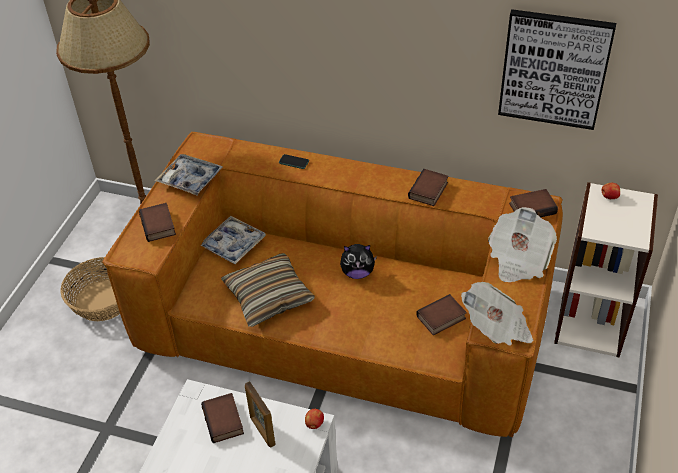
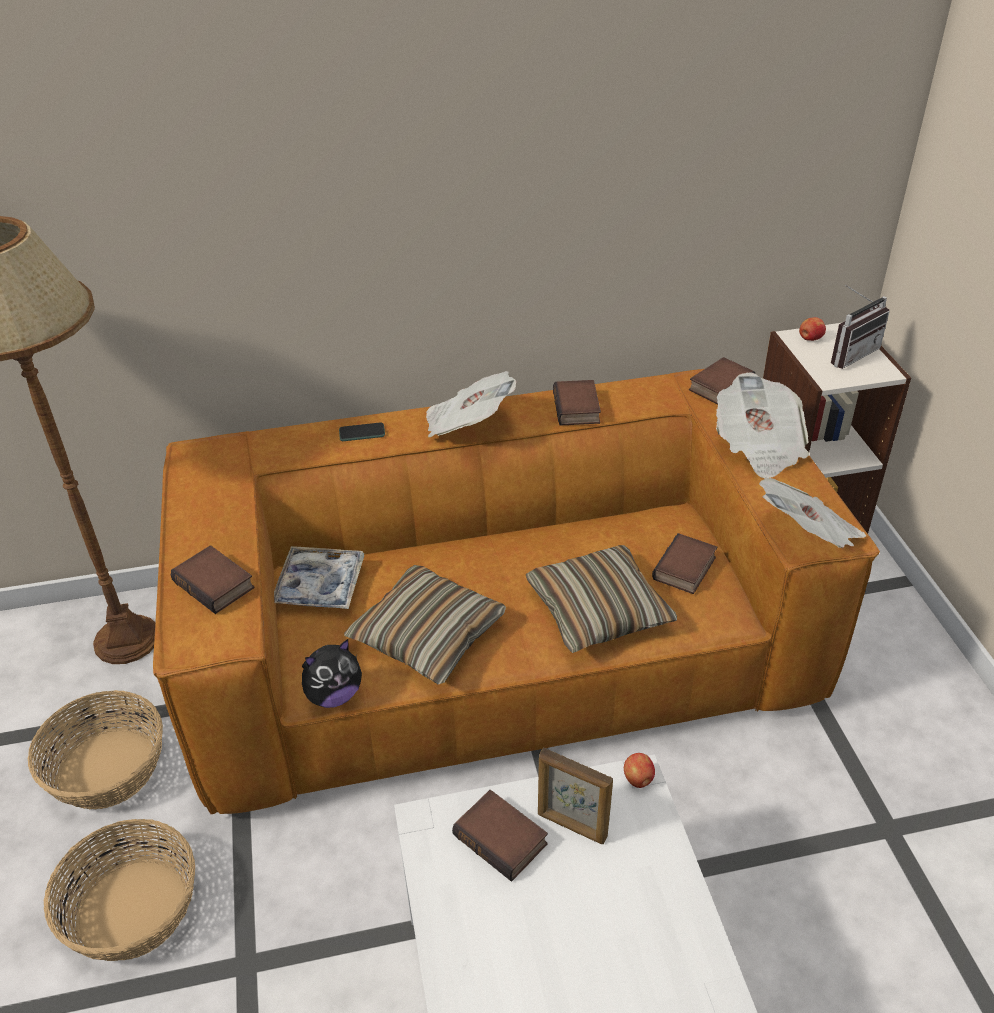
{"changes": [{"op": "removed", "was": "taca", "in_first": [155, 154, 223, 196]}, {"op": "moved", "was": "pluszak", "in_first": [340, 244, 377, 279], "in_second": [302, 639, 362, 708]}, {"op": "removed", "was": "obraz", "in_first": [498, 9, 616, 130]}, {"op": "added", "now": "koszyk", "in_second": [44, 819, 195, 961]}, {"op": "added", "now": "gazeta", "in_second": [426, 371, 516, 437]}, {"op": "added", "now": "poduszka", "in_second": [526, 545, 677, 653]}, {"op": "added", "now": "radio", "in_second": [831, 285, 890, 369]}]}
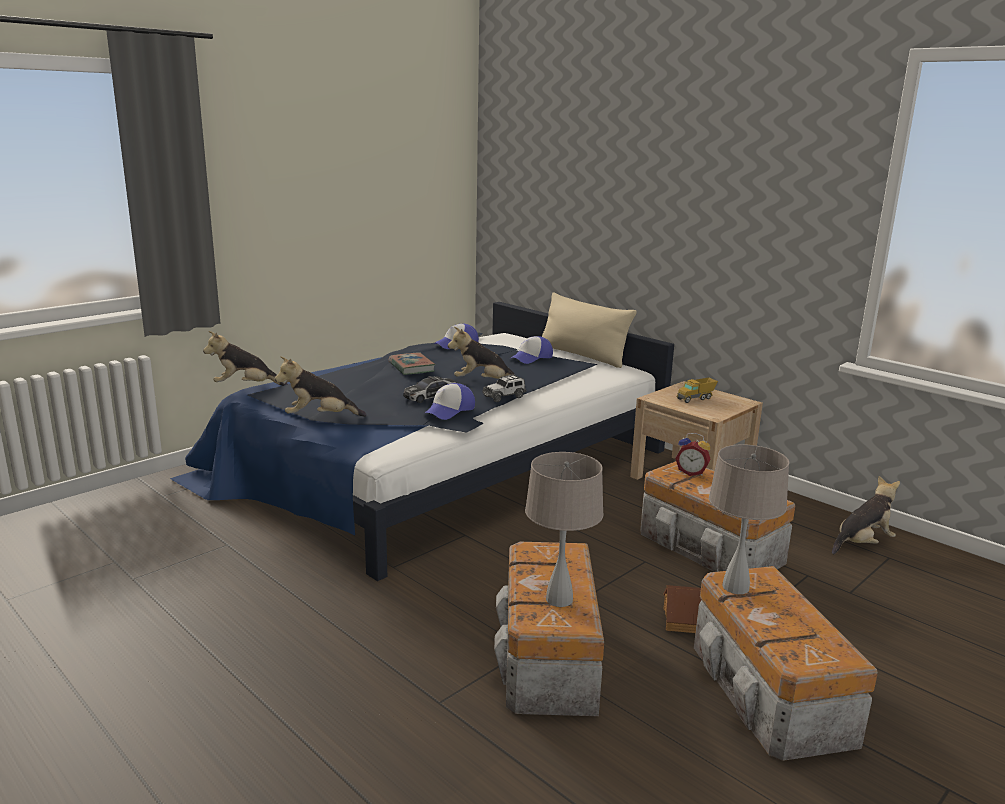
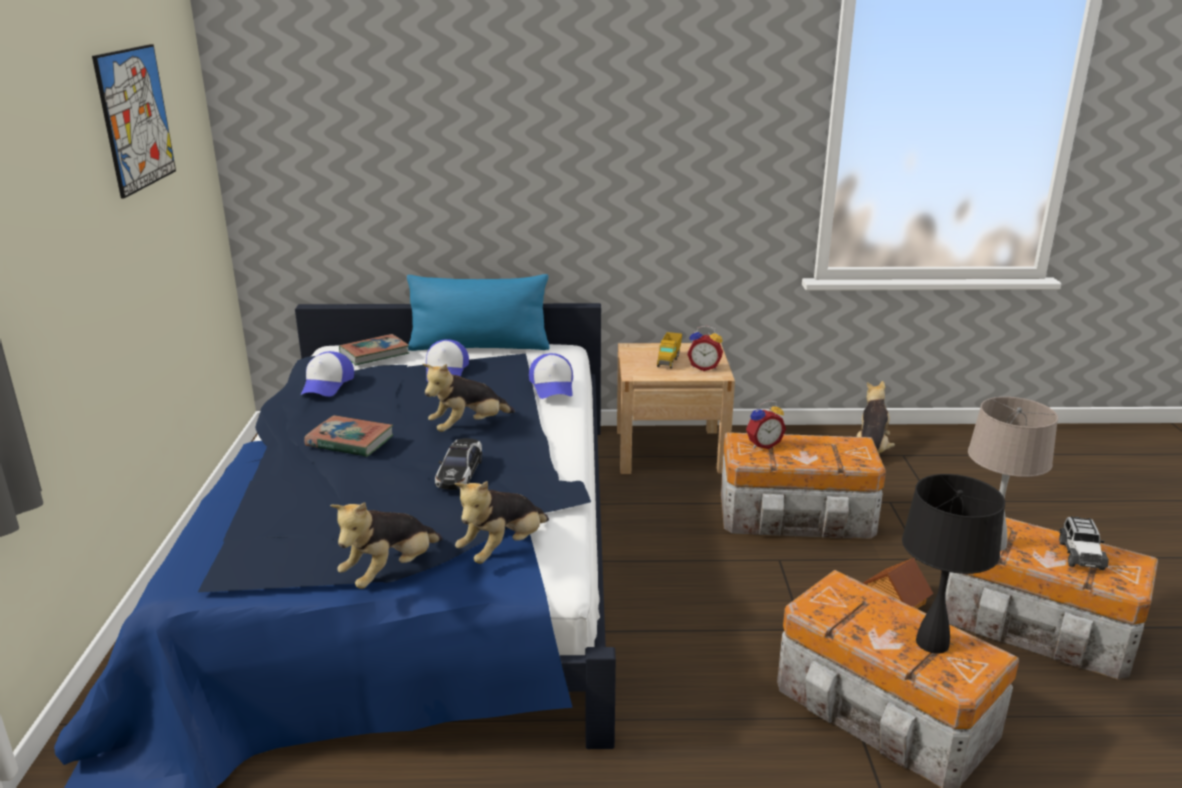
{"changes": [{"op": "moved", "was": "pluszak", "in_first": [203, 331, 288, 386], "in_second": [454, 481, 549, 564]}, {"op": "moved", "was": "czapka z daszkiem", "in_first": [425, 383, 475, 420], "in_second": [529, 353, 573, 399]}, {"op": "moved", "was": "samochodzik", "in_first": [482, 374, 527, 402], "in_second": [1059, 516, 1109, 570]}, {"op": "recoloured", "was": "lampa stołowa [beżowy]", "now": "lampa stołowa [czarny]", "in_first": [525, 452, 604, 607], "in_second": [902, 474, 1005, 654]}, {"op": "recoloured", "was": "poduszka [beżowy]", "now": "poduszka [niebieski]", "in_first": [542, 292, 637, 368], "in_second": [407, 274, 550, 351]}, {"op": "added", "now": "obraz", "in_second": [92, 44, 176, 199]}, {"op": "added", "now": "książka", "in_second": [339, 334, 409, 365]}, {"op": "added", "now": "budzik", "in_second": [687, 326, 723, 371]}]}
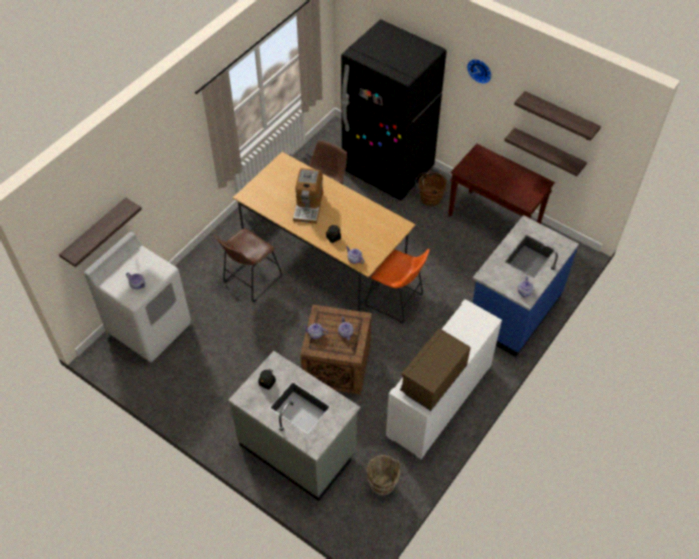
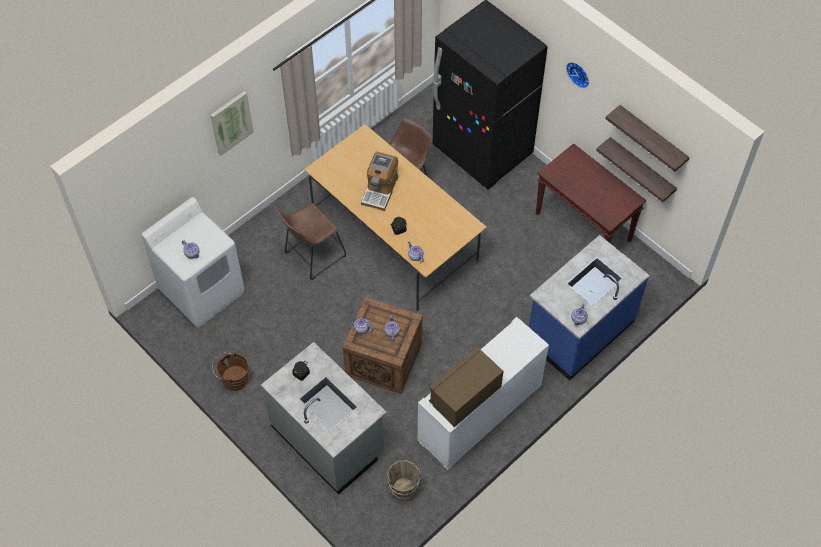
{"changes": [{"op": "removed", "was": "półka", "in_first": [59, 198, 142, 267]}, {"op": "removed", "was": "stołek [pomarańczowy]", "in_first": [365, 249, 430, 324]}, {"op": "moved", "was": "wiadro [brązowy]", "in_first": [415, 171, 447, 206], "in_second": [212, 351, 249, 391]}, {"op": "added", "now": "obraz", "in_second": [210, 91, 254, 156]}]}
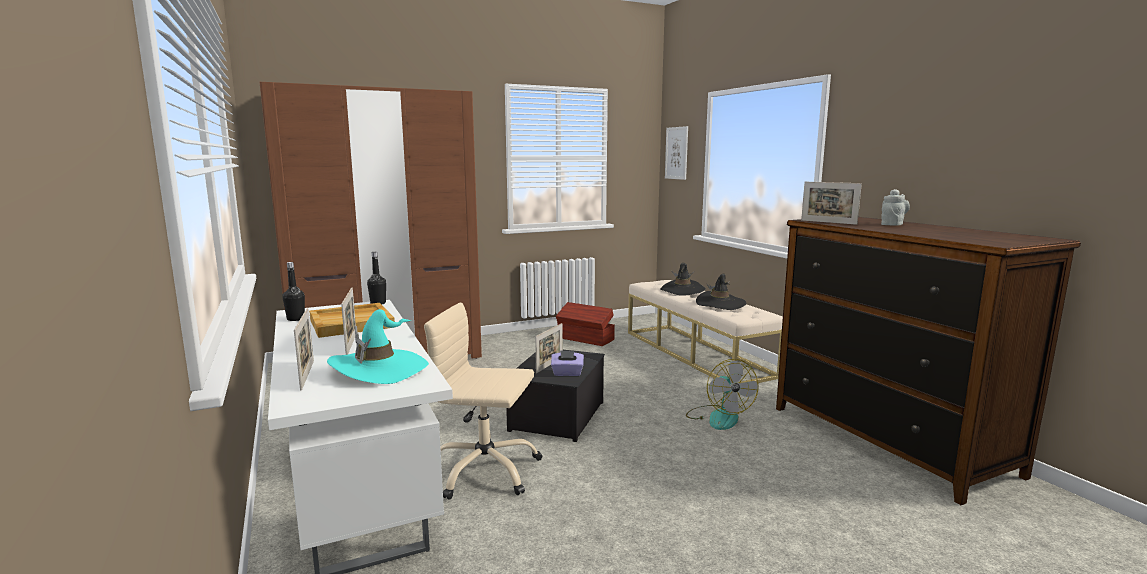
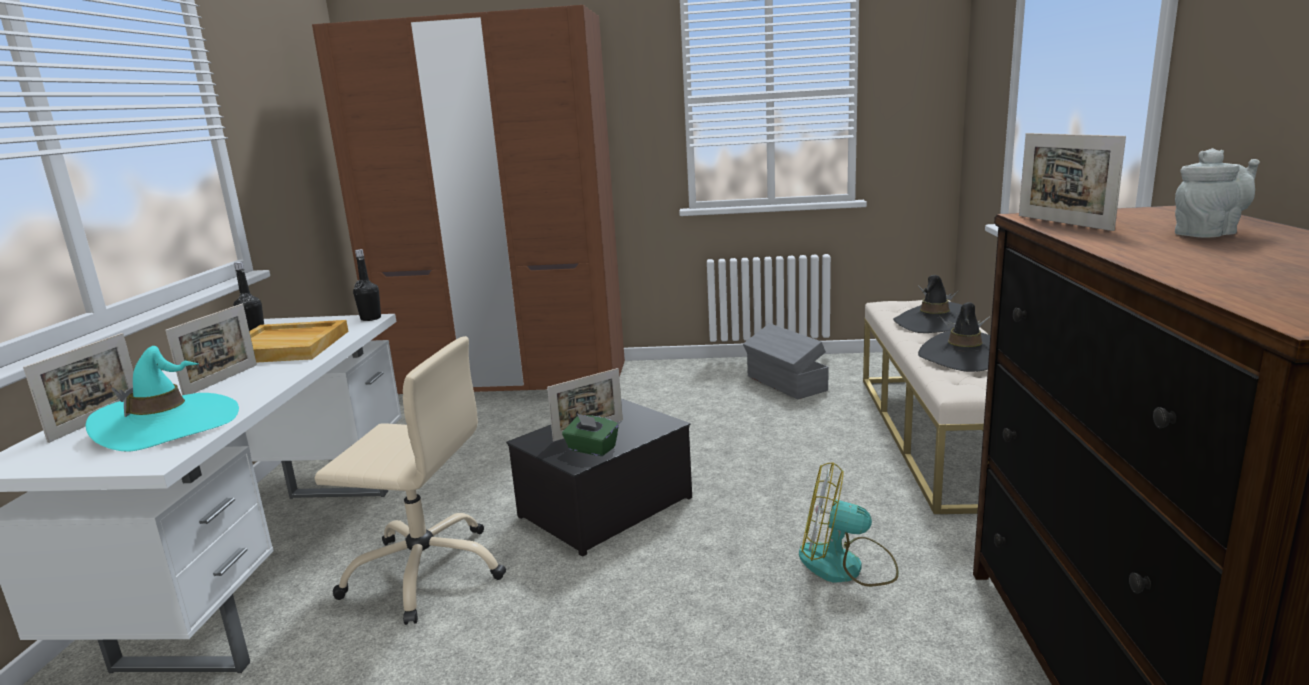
{"changes": [{"op": "turned", "was": "krzesło biurowe [beżowy]", "in_first": [424, 303, 542, 500], "in_second": [315, 336, 506, 625], "clockwise": 150}, {"op": "recoloured", "was": "pudełko chusteczek [fioletowy]", "now": "pudełko chusteczek [zielony]", "in_first": [551, 351, 584, 376], "in_second": [562, 414, 619, 456]}, {"op": "recoloured", "was": "pojemnik do przechowywania [brązowy]", "now": "pojemnik do przechowywania [szary]", "in_first": [556, 302, 615, 346], "in_second": [743, 323, 828, 399]}, {"op": "removed", "was": "obraz", "in_first": [665, 126, 688, 180]}, {"op": "turned", "was": "wentylator", "in_first": [686, 359, 758, 430], "in_second": [799, 462, 899, 587], "clockwise": 90}]}
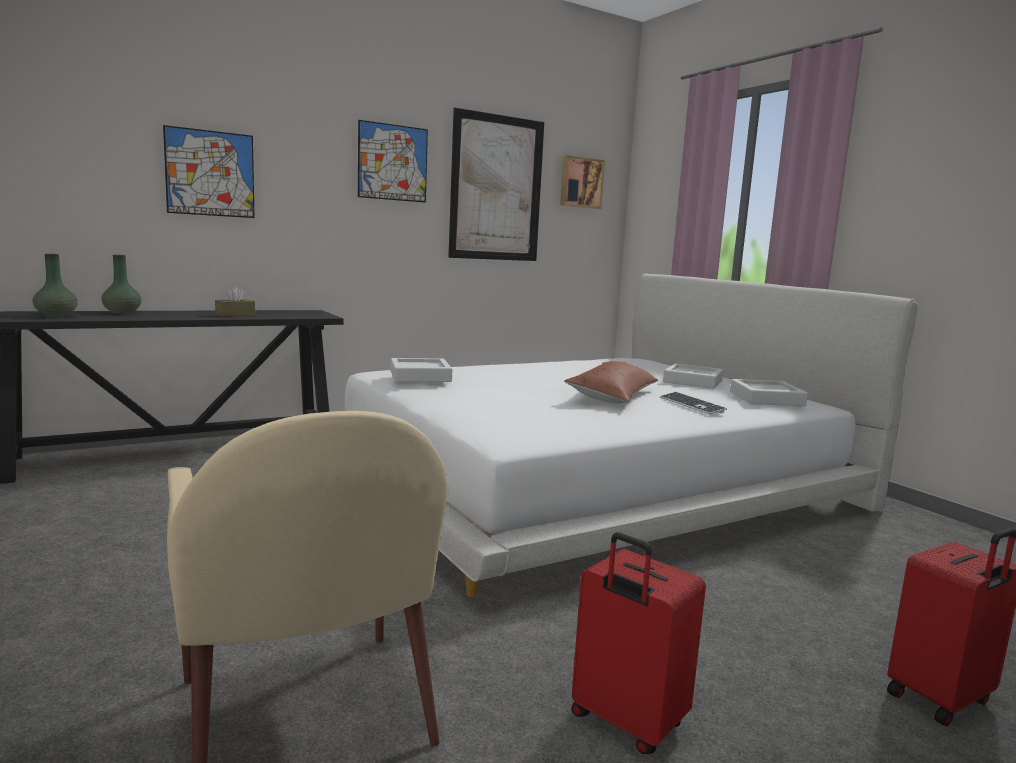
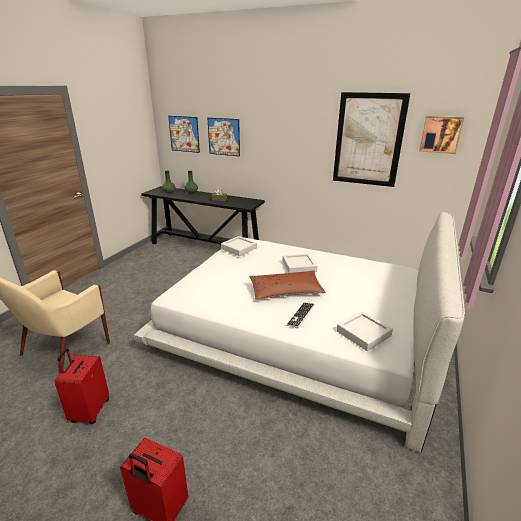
{"changes": [{"op": "moved", "was": "obraz", "in_first": [358, 120, 428, 203], "in_second": [168, 116, 200, 153]}, {"op": "moved", "was": "taca [szary]", "in_first": [663, 363, 723, 389], "in_second": [283, 254, 318, 273]}]}
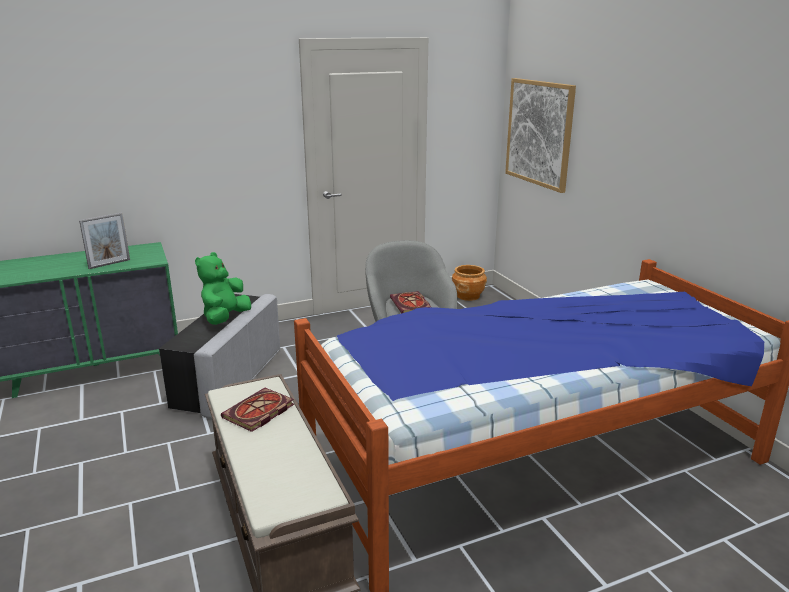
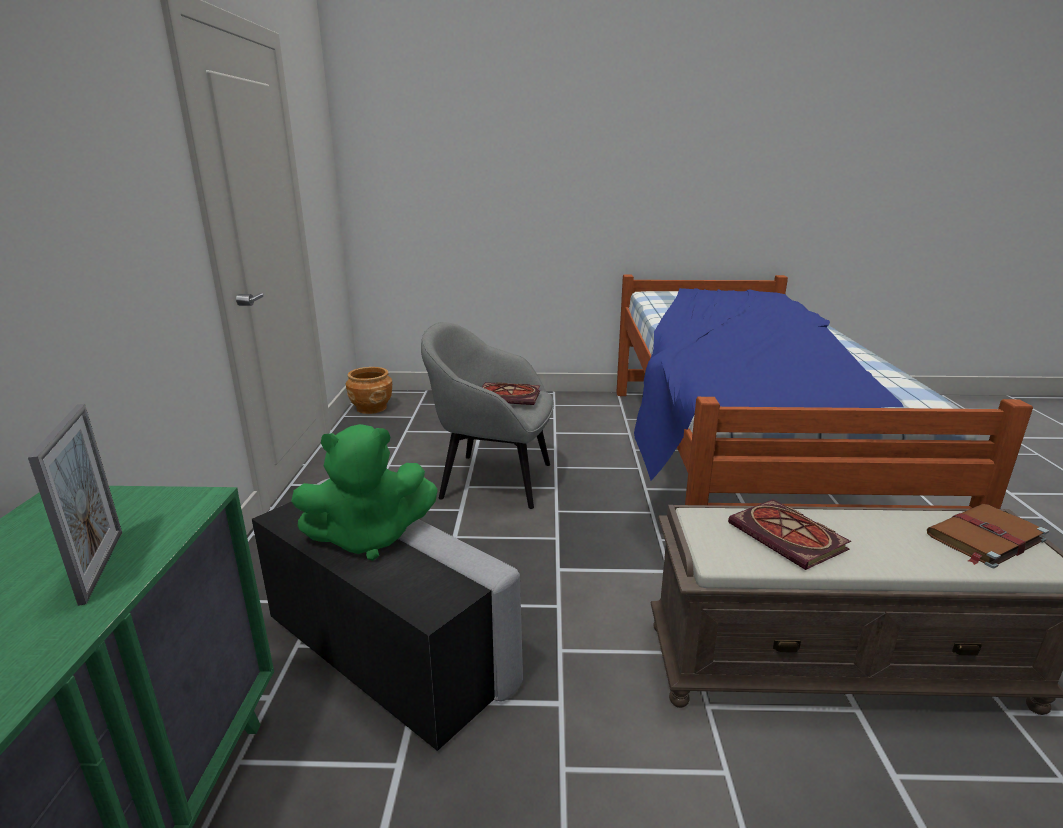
{"changes": [{"op": "turned", "was": "pluszak [zielony]", "in_first": [195, 252, 251, 325], "in_second": [291, 424, 438, 561], "clockwise": -60}, {"op": "removed", "was": "obraz", "in_first": [505, 78, 576, 193]}, {"op": "added", "now": "książka [brązowy]", "in_second": [927, 504, 1049, 568]}]}
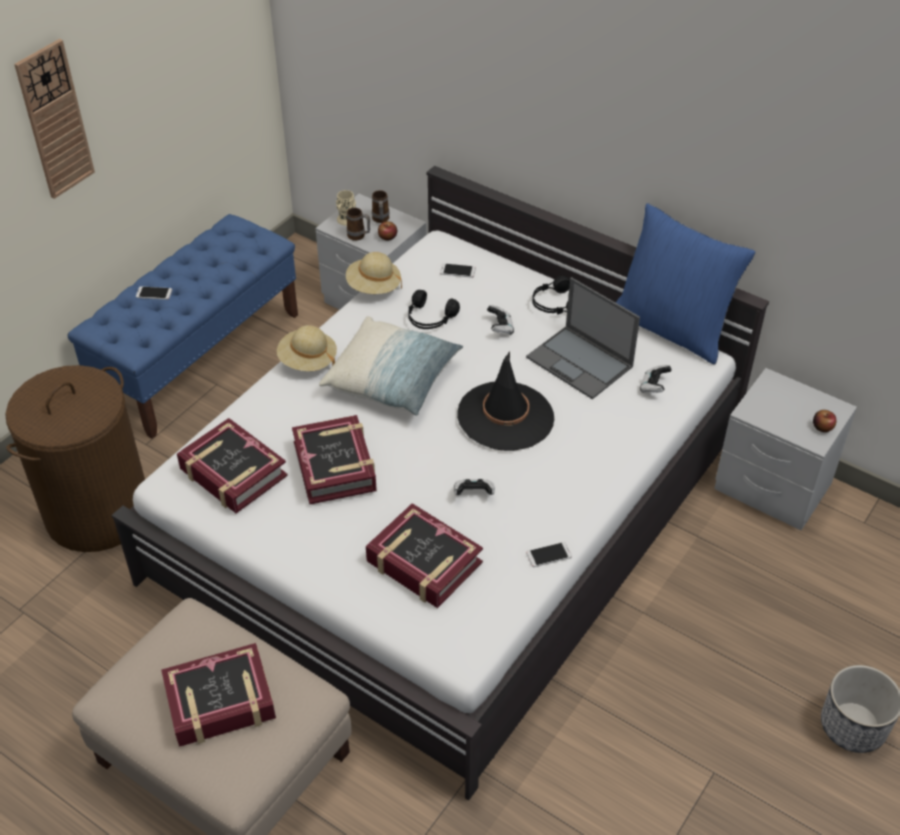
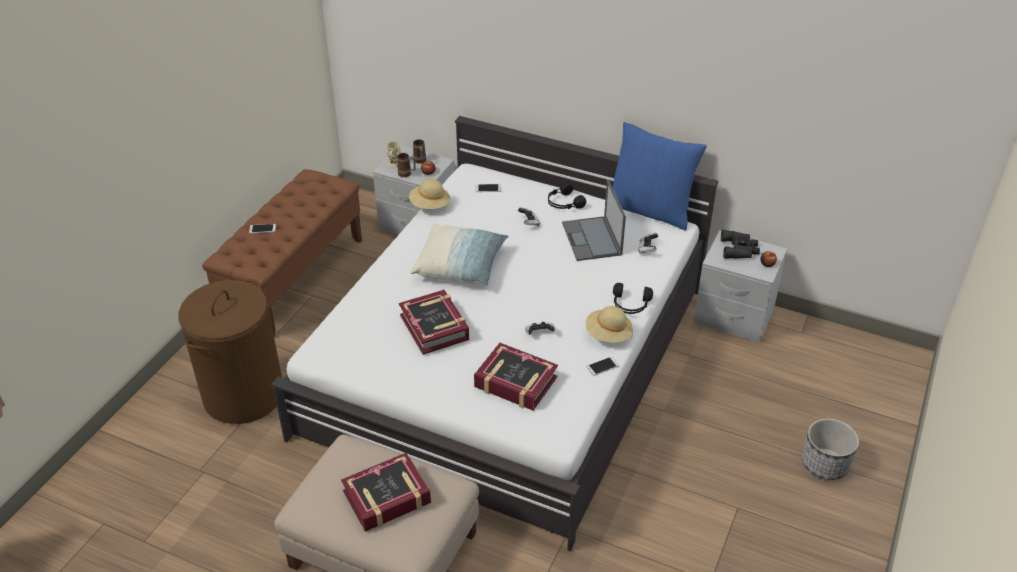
{"changes": [{"op": "removed", "was": "zegar ścienny", "in_first": [14, 39, 95, 199]}, {"op": "recoloured", "was": "ławka [niebieski]", "now": "ławka [brązowy]", "in_first": [68, 214, 298, 439], "in_second": [202, 169, 362, 337]}, {"op": "removed", "was": "książka", "in_first": [177, 418, 288, 513]}, {"op": "moved", "was": "kapelusz [beżowy]", "in_first": [277, 325, 337, 371], "in_second": [586, 306, 633, 343]}, {"op": "moved", "was": "słuchawki [czarny]", "in_first": [408, 290, 460, 329], "in_second": [613, 283, 653, 314]}, {"op": "removed", "was": "kapelusz [czarny]", "in_first": [457, 351, 554, 451]}, {"op": "turned", "was": "laptop", "in_first": [526, 277, 640, 399], "in_second": [562, 179, 626, 261], "clockwise": 45}, {"op": "added", "now": "lornetka [czarny]", "in_second": [721, 230, 760, 259]}]}
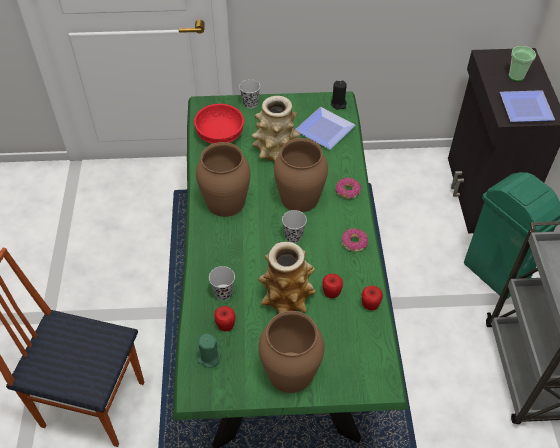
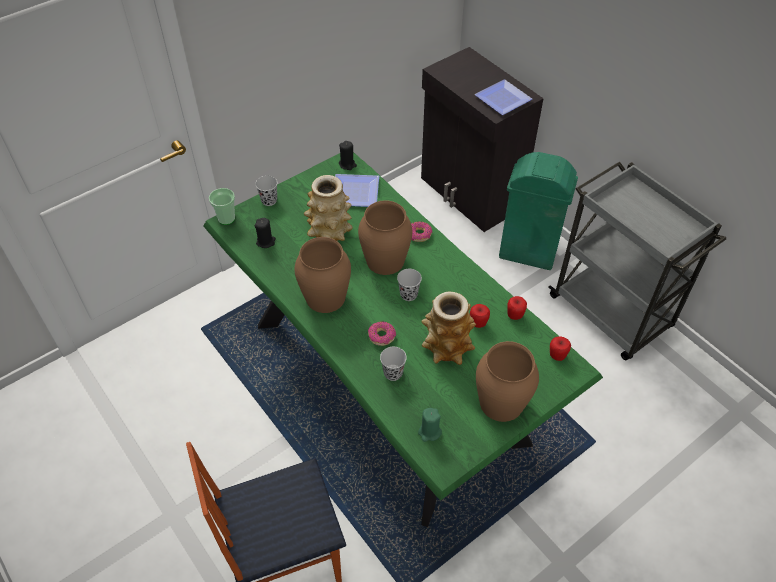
{"changes": [{"op": "replaced", "was": "miska [czerwony]", "now": "świeca [czarny]", "in_first": [194, 104, 244, 144], "in_second": [254, 218, 276, 248]}, {"op": "moved", "was": "jabłko", "in_first": [214, 306, 236, 332], "in_second": [550, 337, 571, 361]}, {"op": "moved", "was": "donut", "in_first": [342, 228, 368, 252], "in_second": [368, 322, 396, 346]}, {"op": "moved", "was": "filiżanka", "in_first": [509, 46, 536, 81], "in_second": [209, 188, 235, 225]}]}
